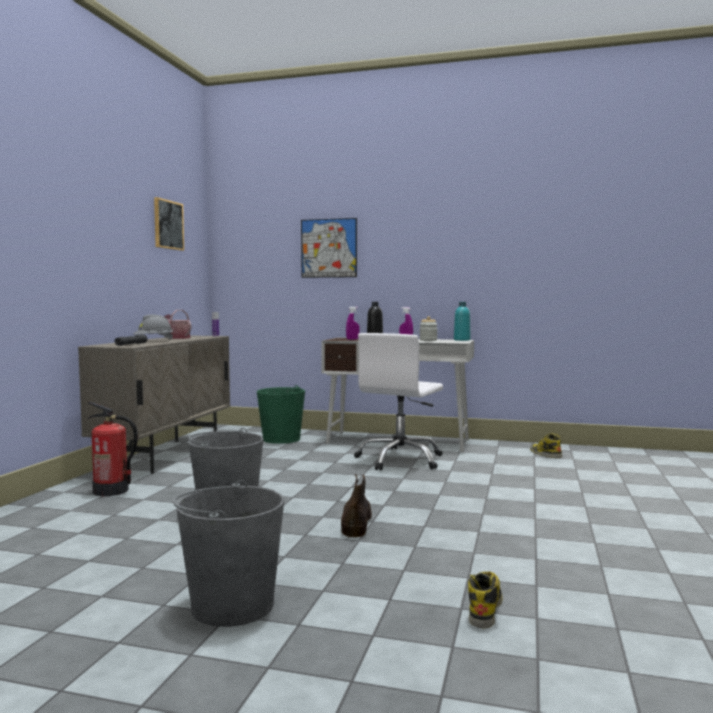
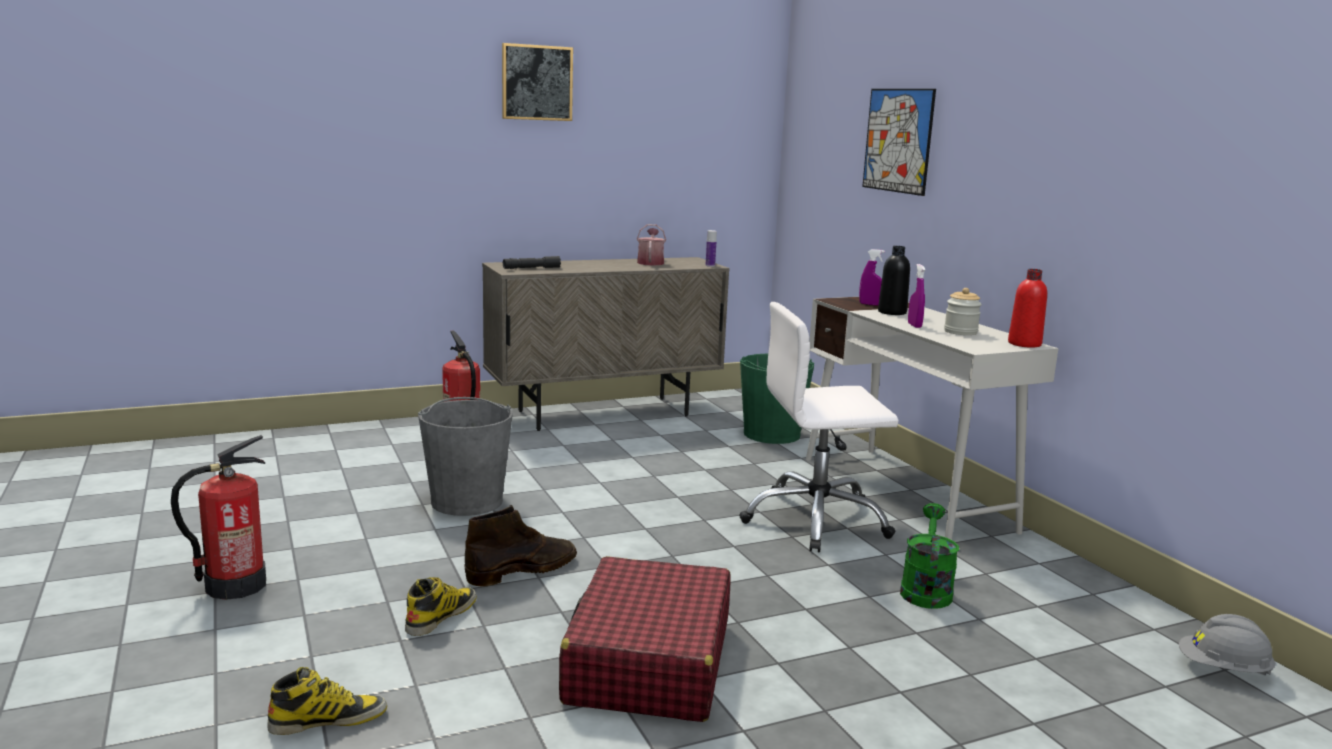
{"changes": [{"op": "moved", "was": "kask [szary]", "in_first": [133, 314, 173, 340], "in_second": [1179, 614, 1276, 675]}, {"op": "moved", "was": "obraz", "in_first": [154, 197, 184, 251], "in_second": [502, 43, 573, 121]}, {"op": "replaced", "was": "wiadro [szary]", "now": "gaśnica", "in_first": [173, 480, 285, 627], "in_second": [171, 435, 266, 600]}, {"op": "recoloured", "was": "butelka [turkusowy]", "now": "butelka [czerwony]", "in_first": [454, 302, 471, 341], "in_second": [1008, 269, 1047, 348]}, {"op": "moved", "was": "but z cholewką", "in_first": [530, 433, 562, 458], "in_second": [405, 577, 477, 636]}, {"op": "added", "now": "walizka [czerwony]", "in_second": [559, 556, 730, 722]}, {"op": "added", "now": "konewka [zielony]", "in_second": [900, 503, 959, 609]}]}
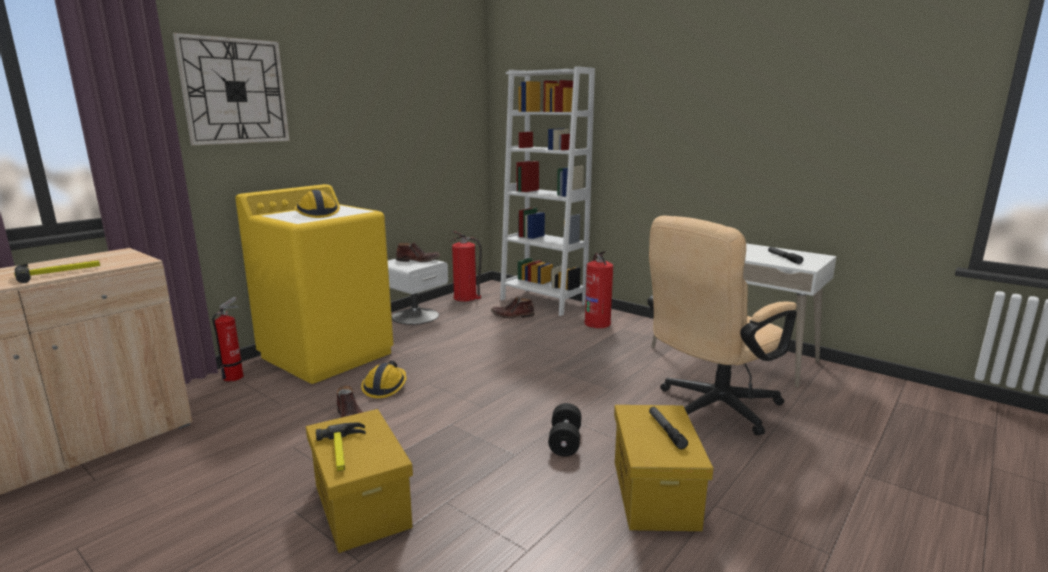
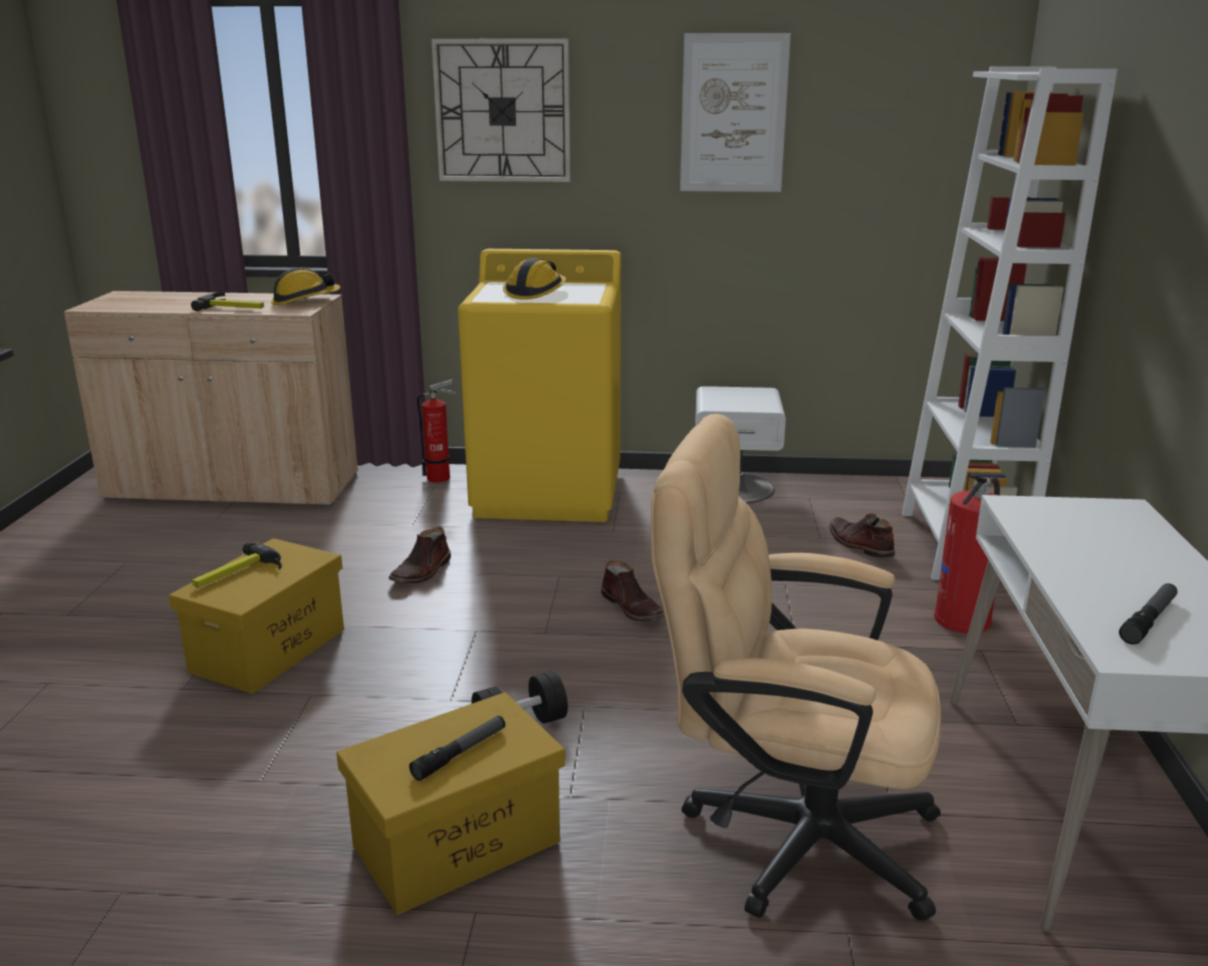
{"changes": [{"op": "moved", "was": "kask", "in_first": [361, 361, 407, 398], "in_second": [271, 267, 341, 305]}, {"op": "moved", "was": "but z cholewką [brązowy]", "in_first": [396, 242, 441, 262], "in_second": [601, 560, 664, 622]}, {"op": "removed", "was": "gaśnica", "in_first": [449, 231, 482, 301]}, {"op": "added", "now": "obraz", "in_second": [680, 33, 791, 192]}]}
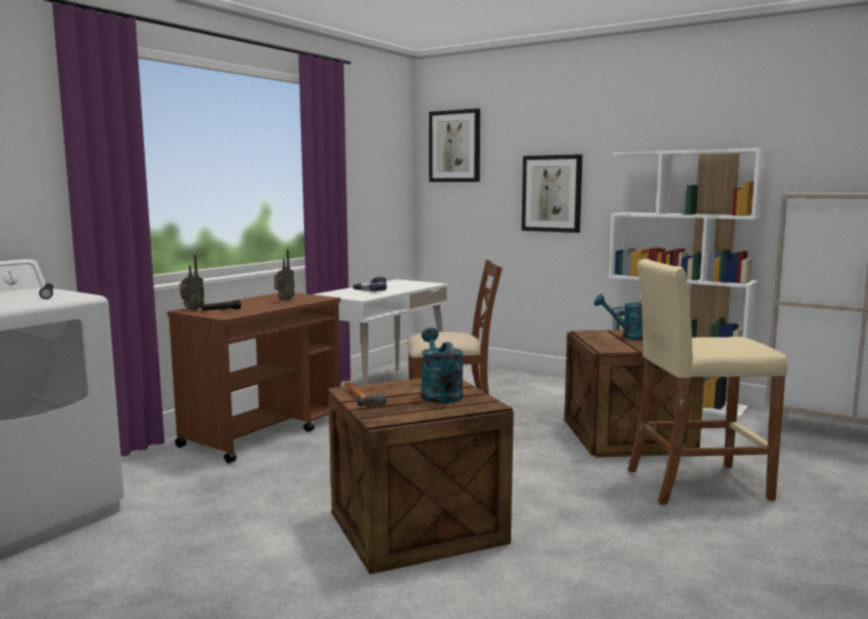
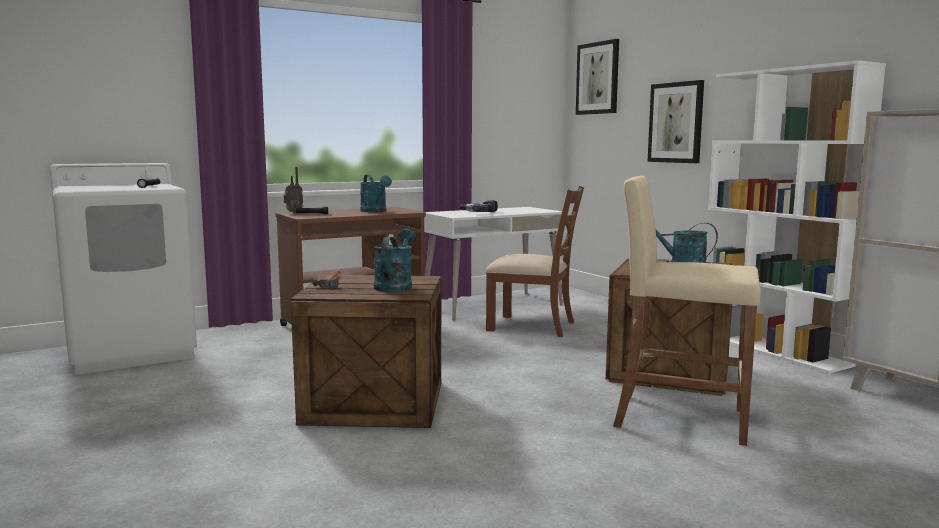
{"changes": [{"op": "replaced", "was": "radio", "now": "konewka [turkusowy]", "in_first": [274, 249, 295, 301], "in_second": [360, 174, 392, 212]}]}
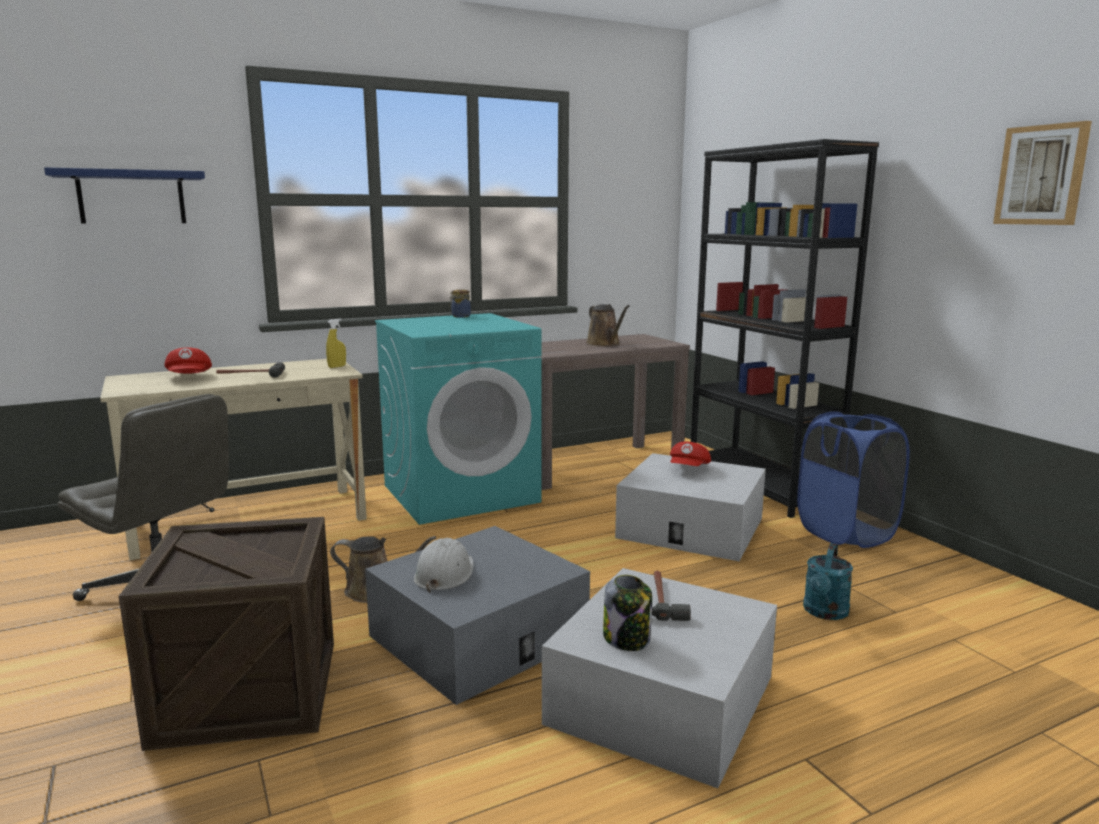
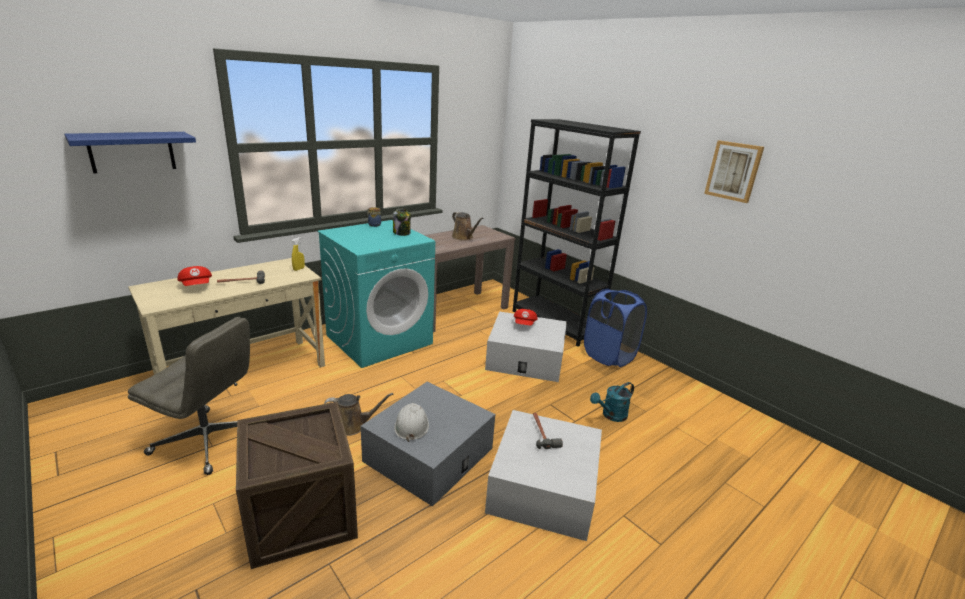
{"changes": [{"op": "moved", "was": "słoik", "in_first": [603, 575, 652, 651], "in_second": [393, 209, 411, 236]}, {"op": "turned", "was": "konewka [turkusowy]", "in_first": [803, 543, 853, 620], "in_second": [590, 382, 634, 422], "clockwise": 45}]}
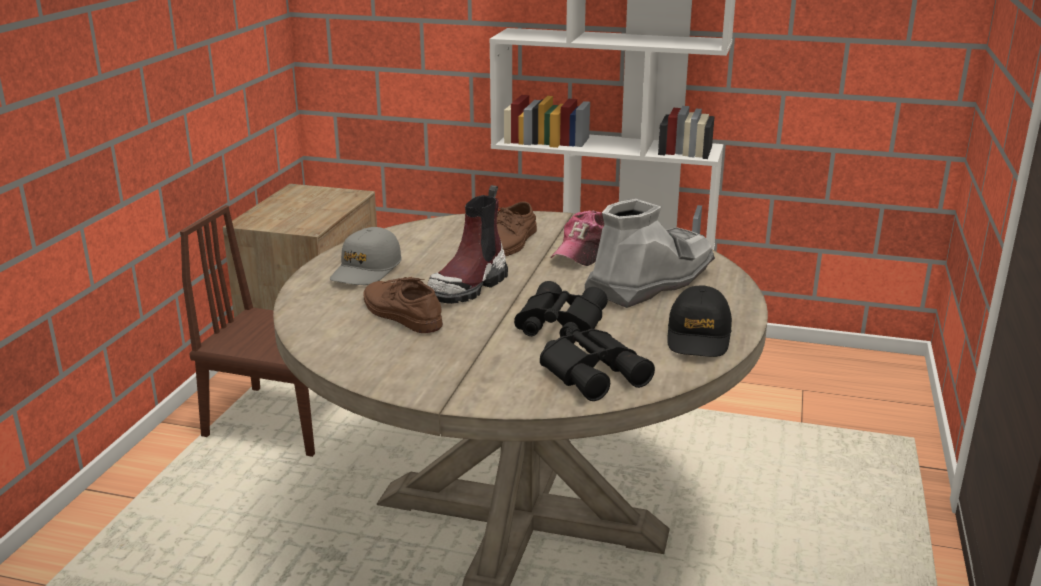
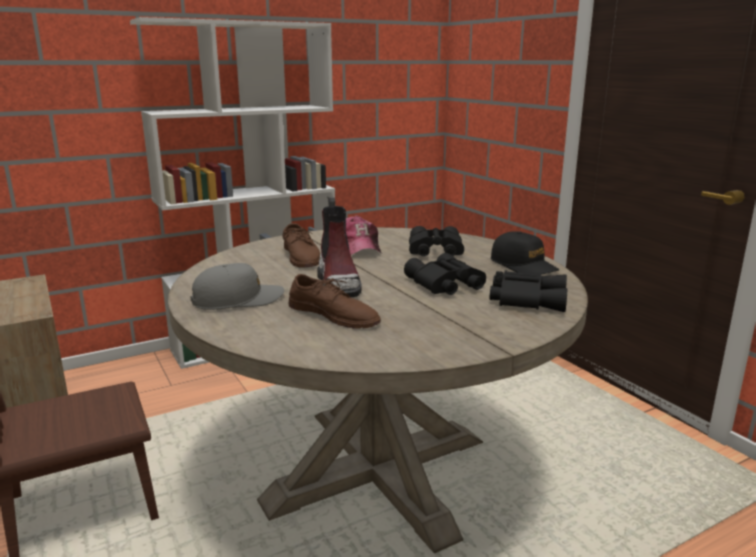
{"changes": [{"op": "turned", "was": "czapka z daszkiem [szary]", "in_first": [330, 227, 402, 285], "in_second": [190, 263, 284, 310], "clockwise": -90}, {"op": "turned", "was": "but [brązowy]", "in_first": [363, 277, 443, 333], "in_second": [289, 274, 381, 329], "clockwise": -150}, {"op": "replaced", "was": "but z cholewką [szary]", "now": "lornetka [czarny]", "in_first": [585, 199, 715, 308], "in_second": [409, 226, 464, 257]}]}
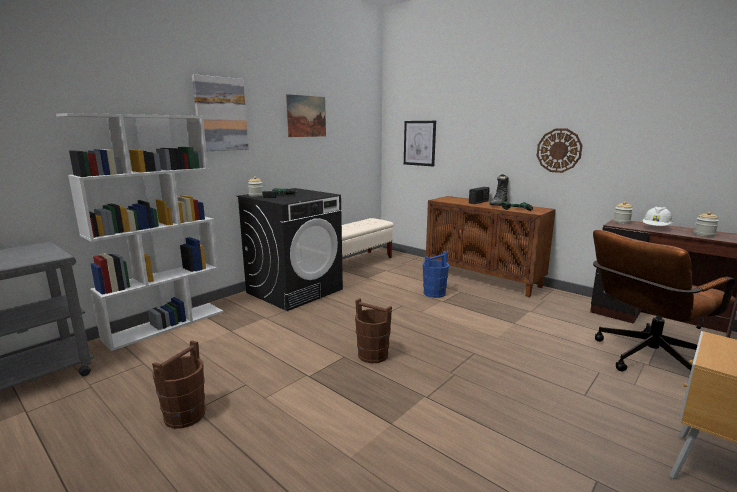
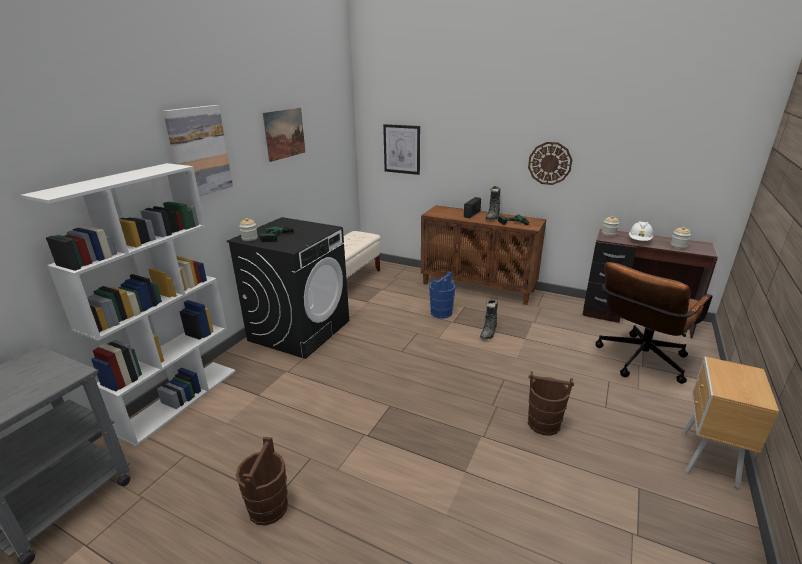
{"changes": [{"op": "moved", "was": "wiadro [brązowy]", "in_first": [355, 298, 392, 363], "in_second": [528, 371, 574, 436]}, {"op": "added", "now": "but z cholewką [czarny]", "in_second": [480, 299, 498, 339]}]}
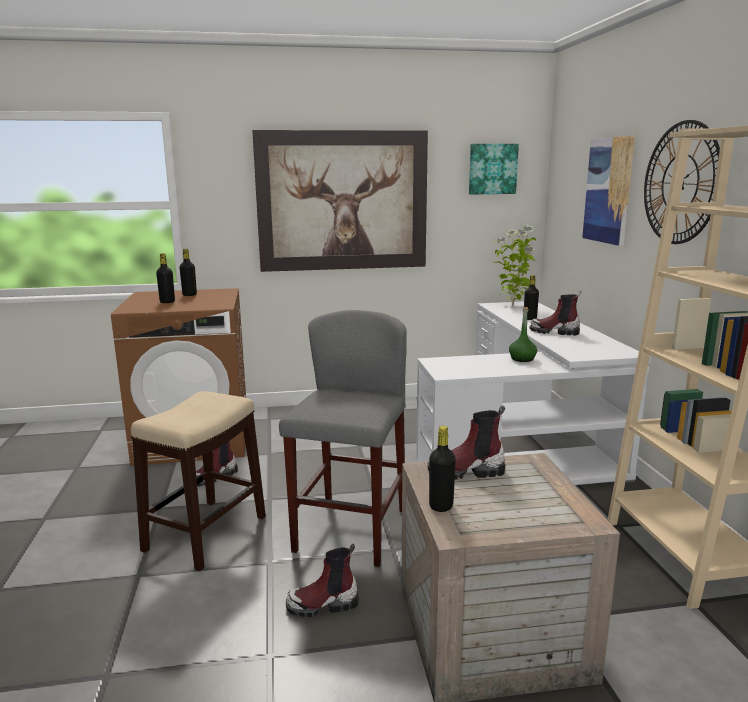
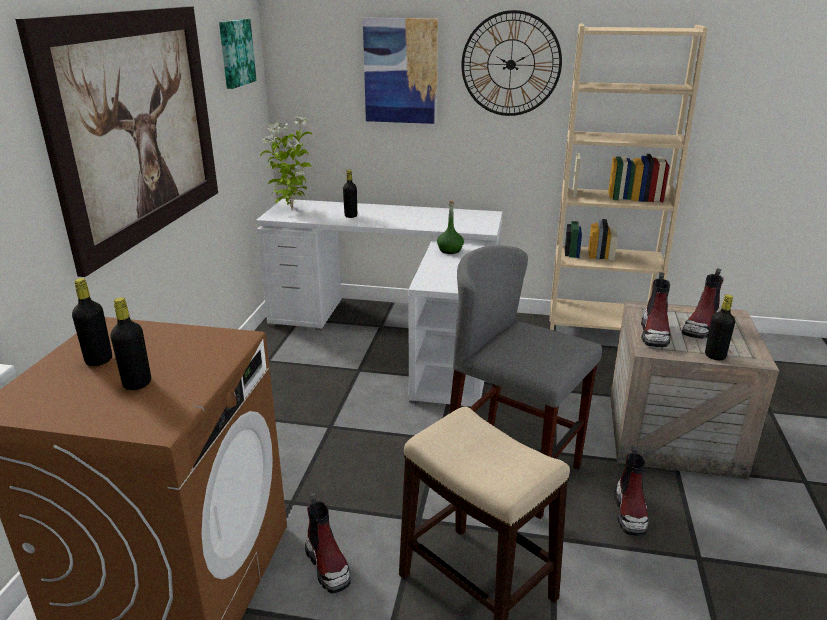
{"changes": [{"op": "moved", "was": "but z cholewką", "in_first": [530, 291, 581, 335], "in_second": [682, 268, 724, 339]}]}
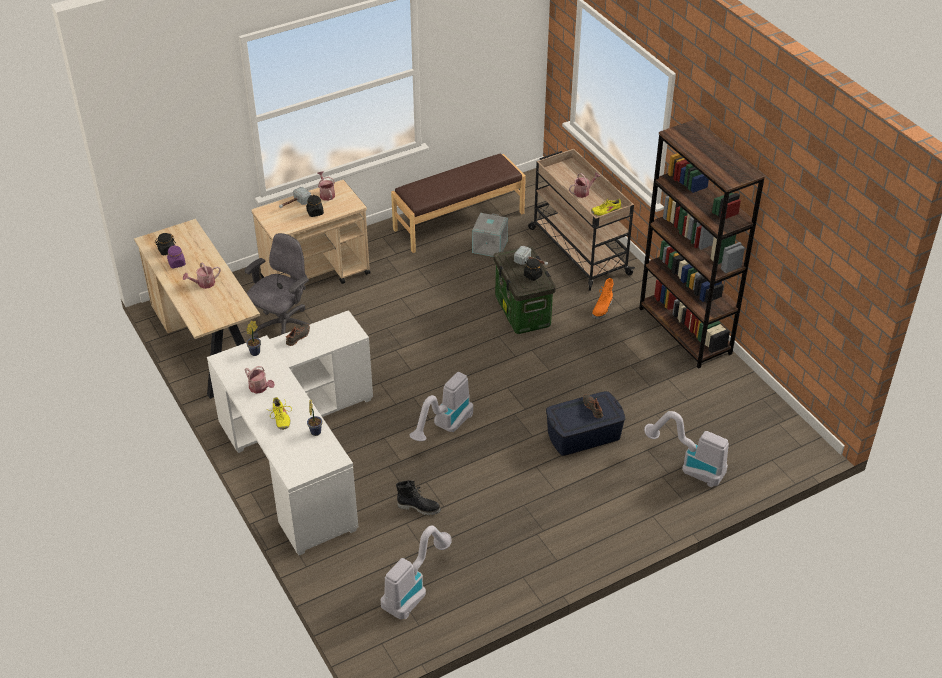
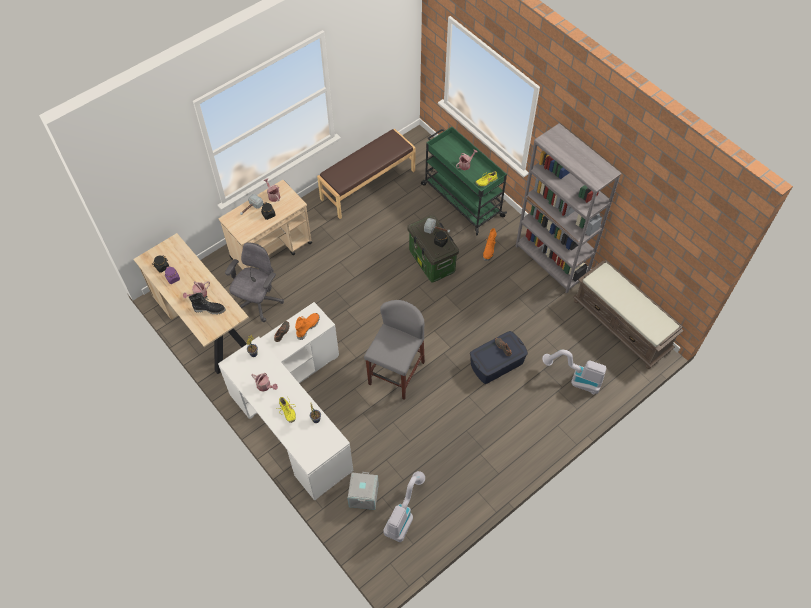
{"changes": [{"op": "moved", "was": "but z cholewką [czarny]", "in_first": [396, 480, 441, 515], "in_second": [189, 293, 225, 315]}, {"op": "replaced", "was": "odkurzacz", "now": "stołek [szary]", "in_first": [410, 372, 473, 441], "in_second": [364, 300, 425, 400]}, {"op": "moved", "was": "pojemnik do przechowywania [szary]", "in_first": [472, 213, 508, 257], "in_second": [348, 472, 379, 510]}, {"op": "recoloured", "was": "wózek [beżowy]", "now": "wózek [zielony]", "in_first": [528, 149, 635, 291], "in_second": [421, 127, 507, 236]}, {"op": "recoloured", "was": "regał [brązowy]", "now": "regał [szary]", "in_first": [639, 119, 765, 369], "in_second": [515, 123, 622, 293]}, {"op": "added", "now": "but z cholewką [pomarańczowy]", "in_second": [295, 313, 320, 340]}, {"op": "added", "now": "ławka [brązowy]", "in_second": [573, 260, 684, 369]}]}
